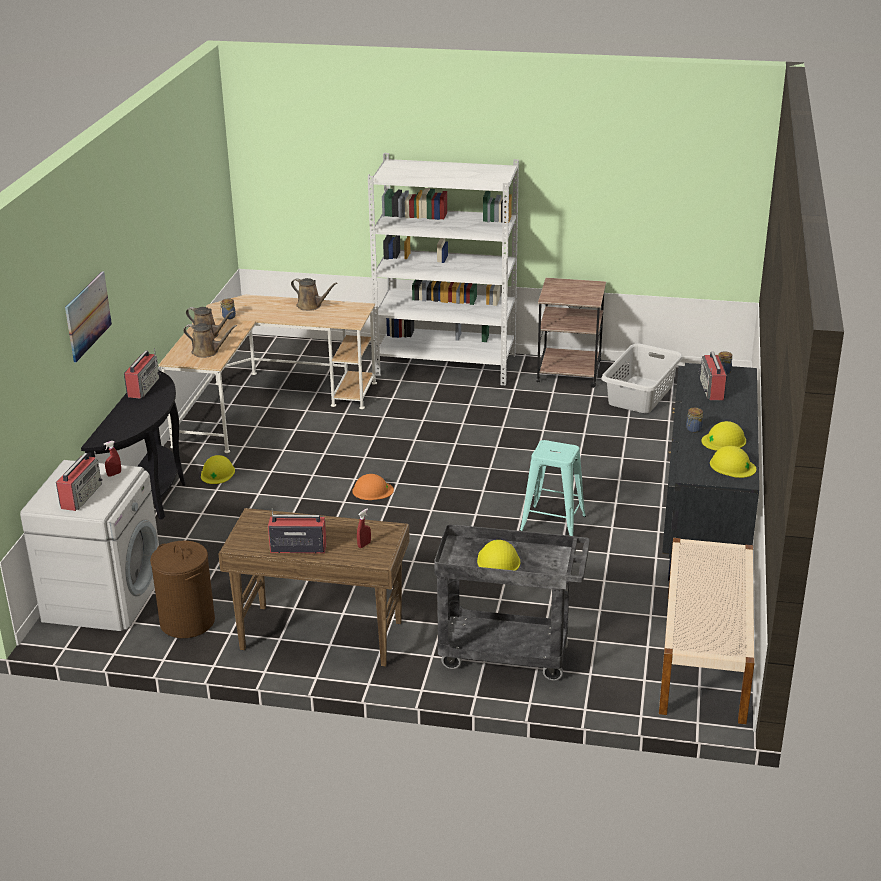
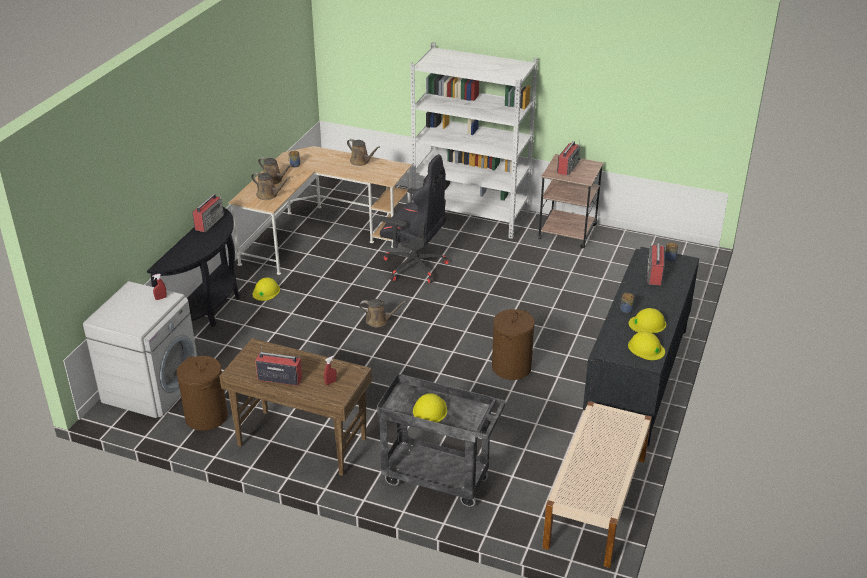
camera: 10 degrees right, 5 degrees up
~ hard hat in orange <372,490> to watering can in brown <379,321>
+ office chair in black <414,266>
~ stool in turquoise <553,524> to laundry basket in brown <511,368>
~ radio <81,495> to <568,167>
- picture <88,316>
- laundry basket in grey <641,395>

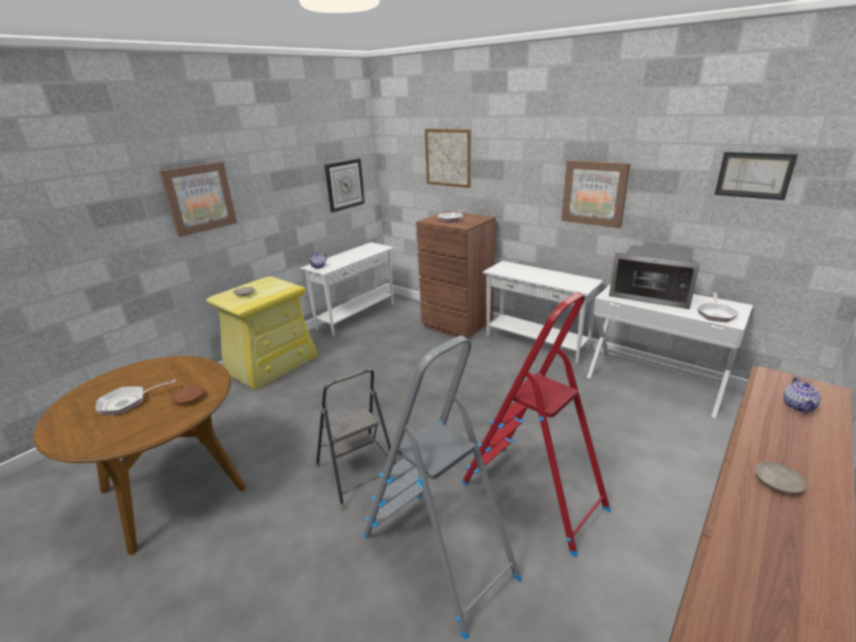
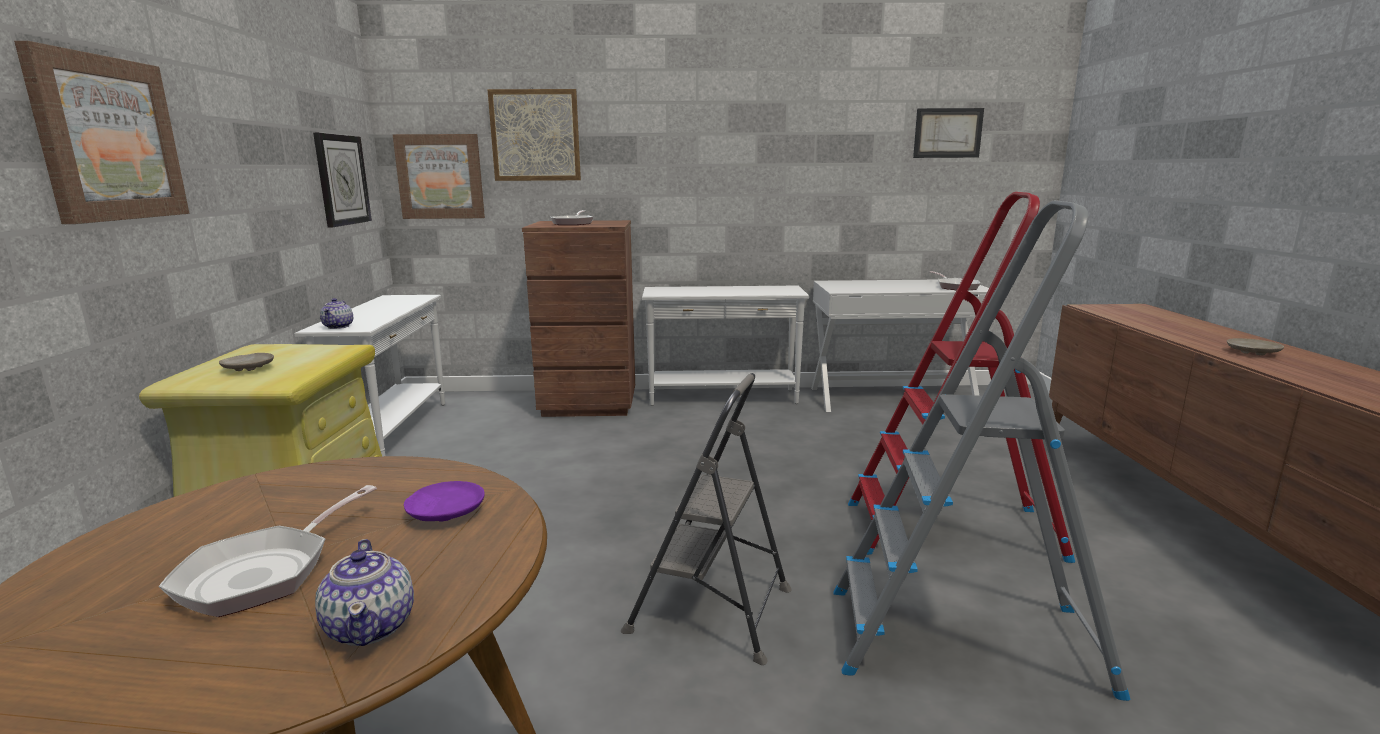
camera: 40 degrees left, 10 degrees down
~ teapot <798,406> to <371,626>
~ picture <594,193> to <440,177>
~ plate in brown <189,399> to plate in purple <446,512>
- microwave <650,295>

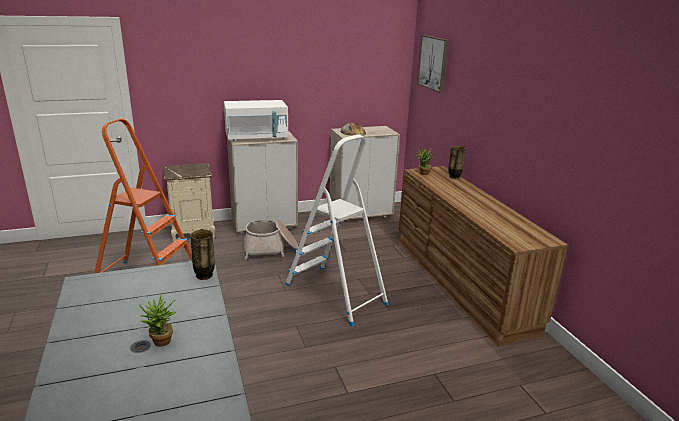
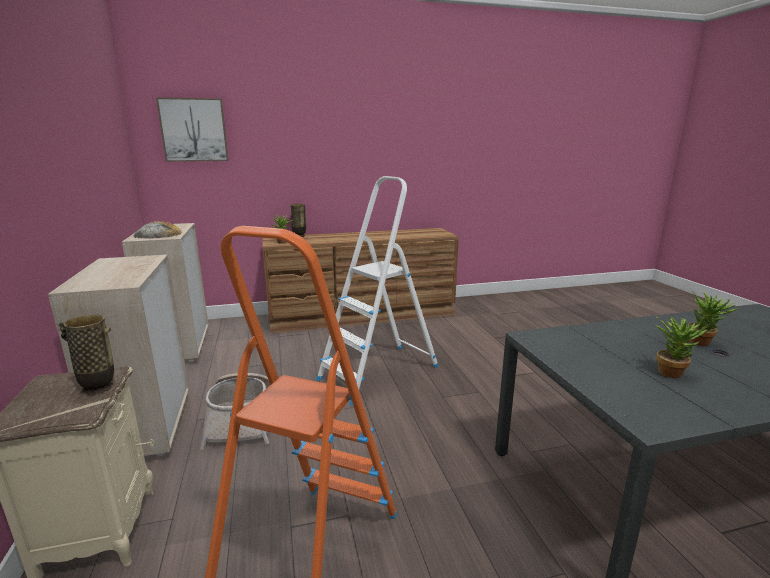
camera: 85 degrees left, 5 degrees down
~ vase <204,275> to <98,388>
+ potted plant <672,372>
- microwave in white <256,137>

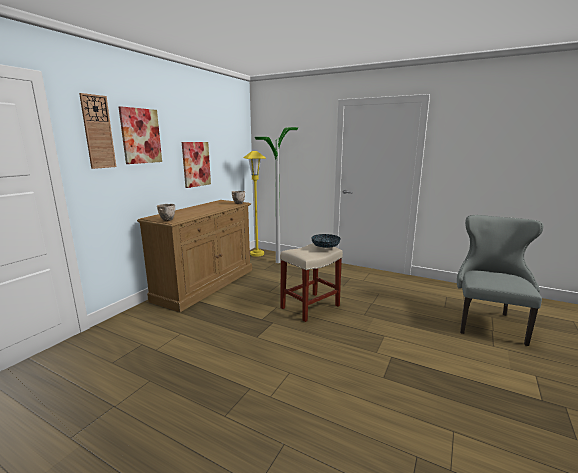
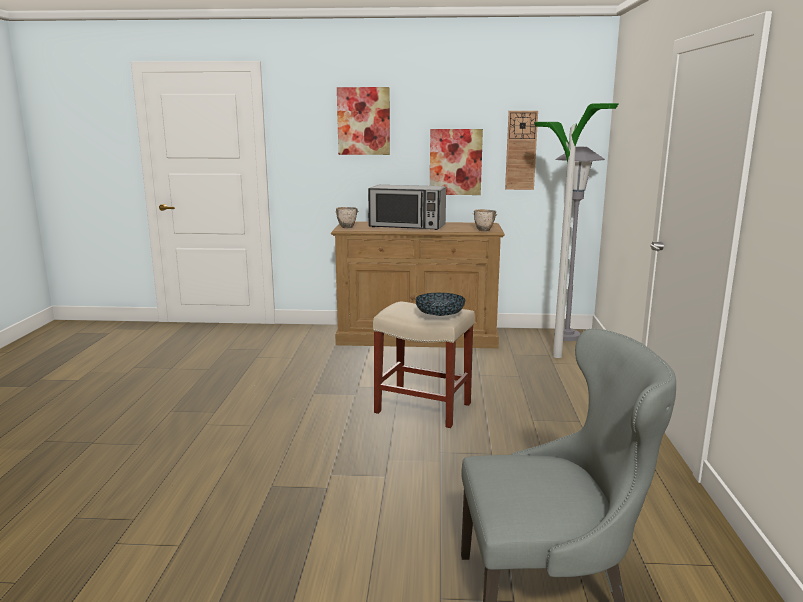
camera: 65 degrees right, 0 degrees up
+ microwave <407,226>
~ wall clock <98,132> to <521,150>
~ floor lamp in yellow <257,254> to floor lamp in grey <567,336>

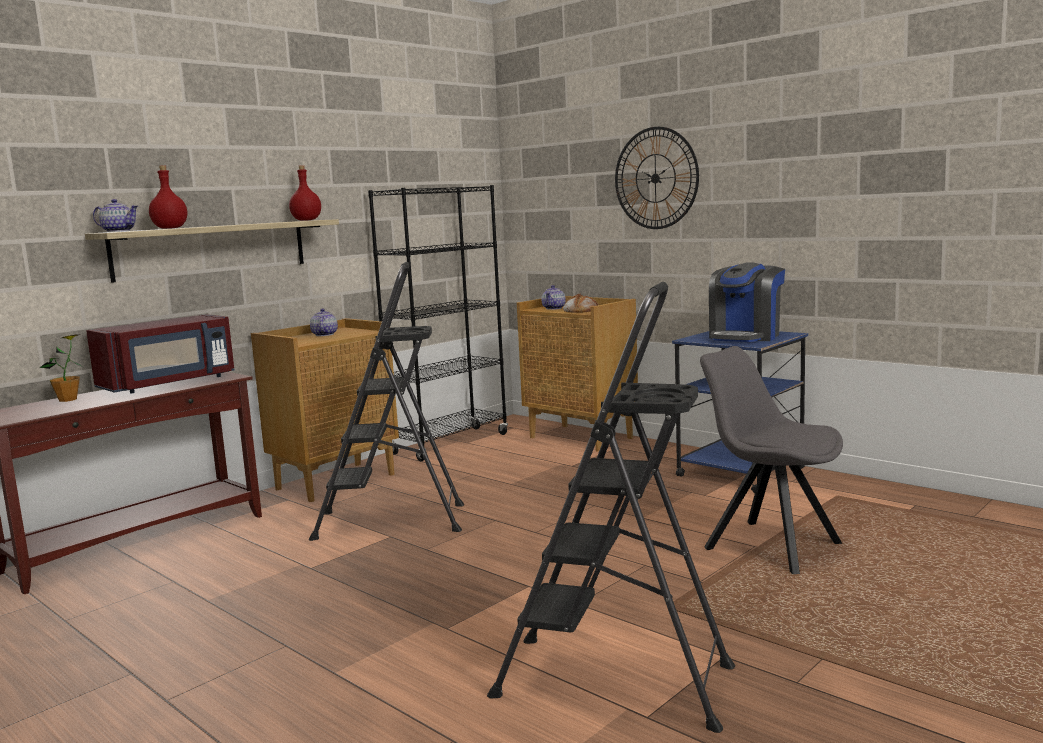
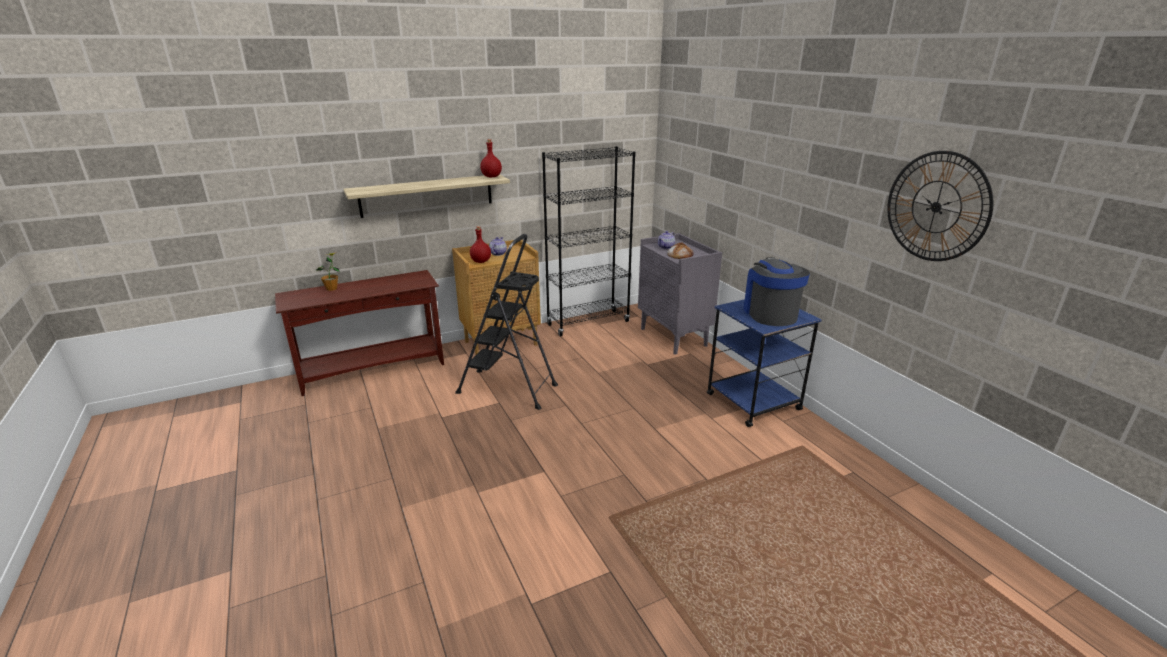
camera: 20 degrees right, 15 degrees up
~ bottle in red <170,228> to <481,261>
~ cabinet in brown <581,438> to cabinet in grey <673,337>
~ coffee machine <745,336> = <770,313> 120 degrees clockwise
~ wall clock <655,178> to <936,207>
- microwave in red <169,383>
- teapot <118,231>
- step ladder <616,681>
- chair in grey <771,546>

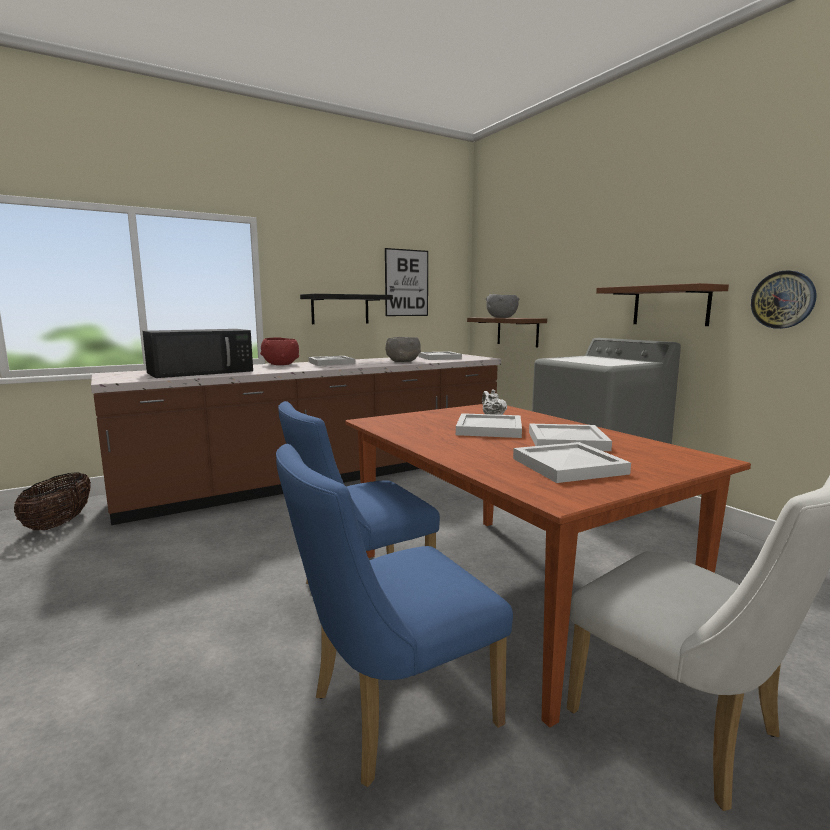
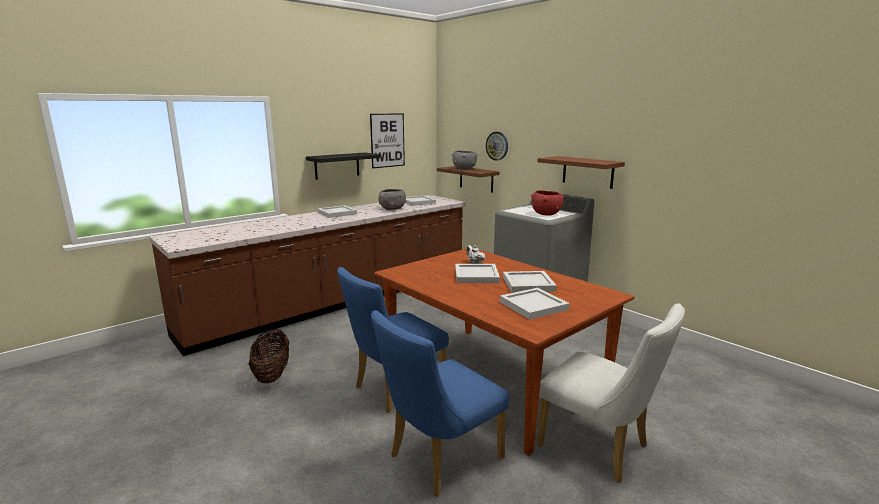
camera: 10 degrees left, 5 degrees up
~ basket <59,523> to <272,374>
~ wall clock <783,299> to <497,146>
~ bowl in red <281,364> to <546,214>
- microwave in black <202,372>

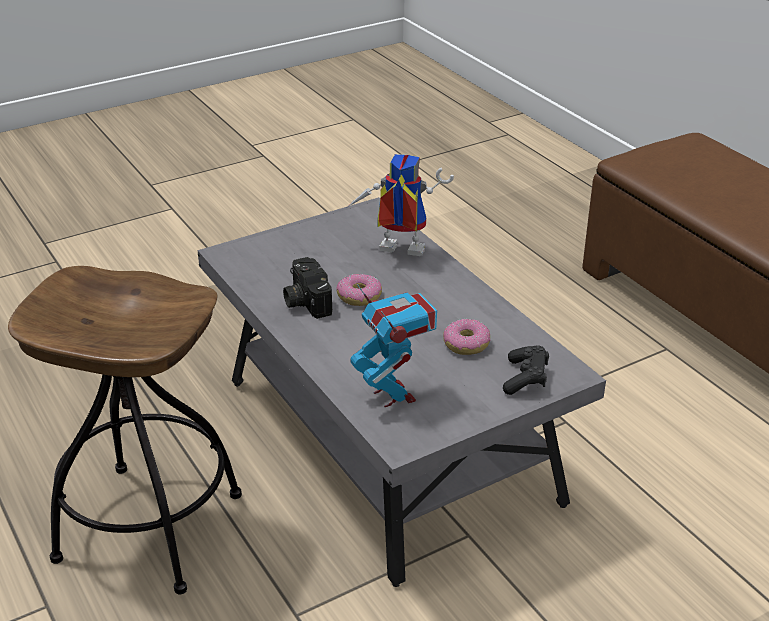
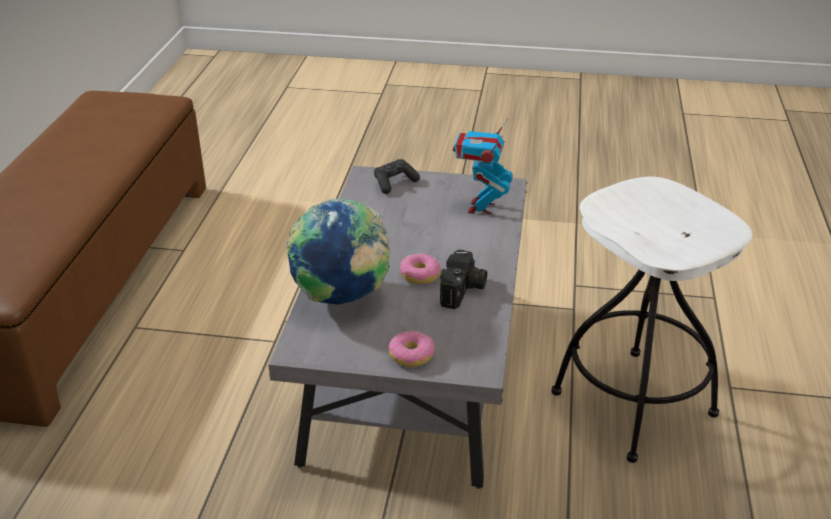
camera: 140 degrees left, 0 degrees up
~ toy robot <396,252> to globe <341,297>
~ donut <466,344> to <411,355>
~ stool in brown <148,525> to stool in white <634,403>

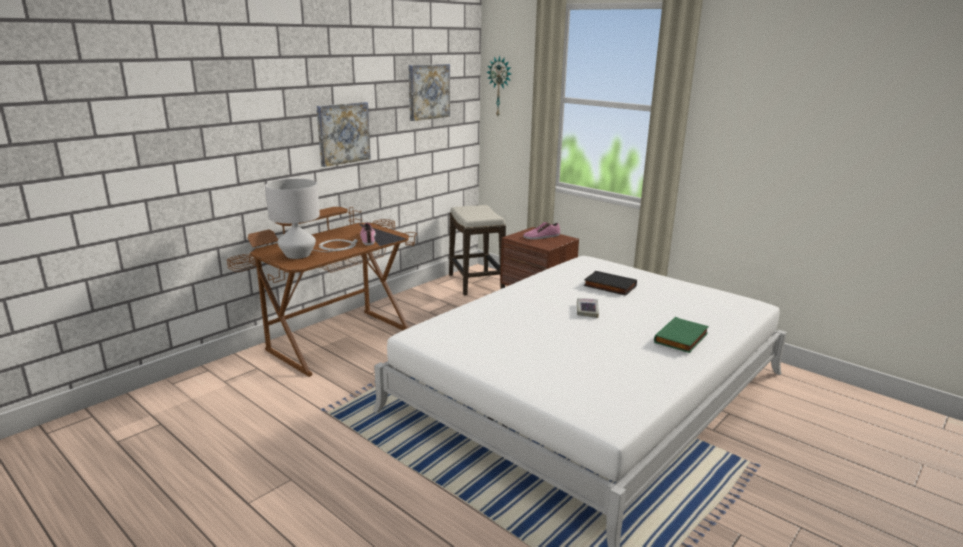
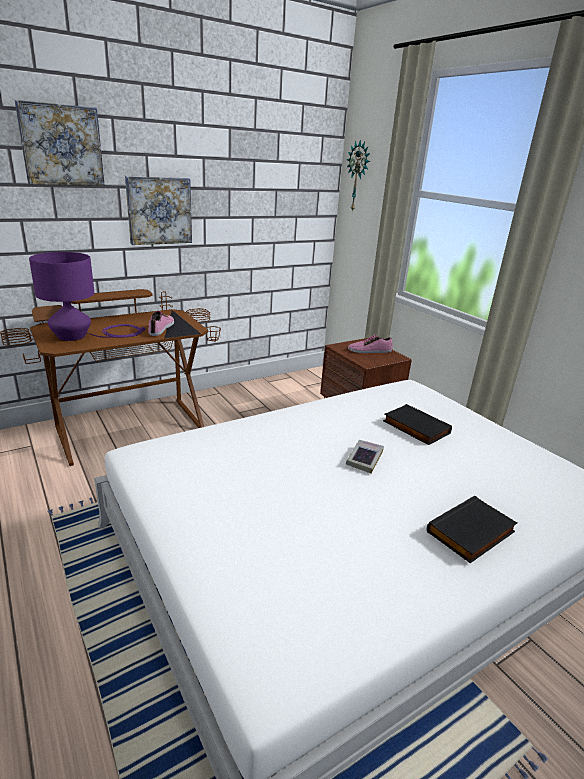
camera: 15 degrees right, 5 degrees up
~ picture <428,91> to <61,145>
~ table lamp in grey <313,251> to table lamp in purple <92,334>
~ book in green <682,338> to book in black <472,533>
- stool <475,283>

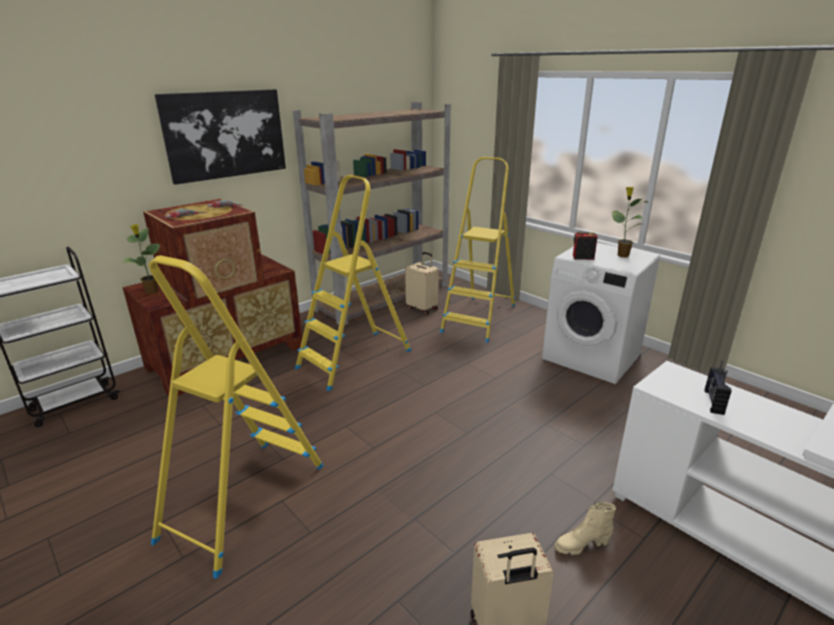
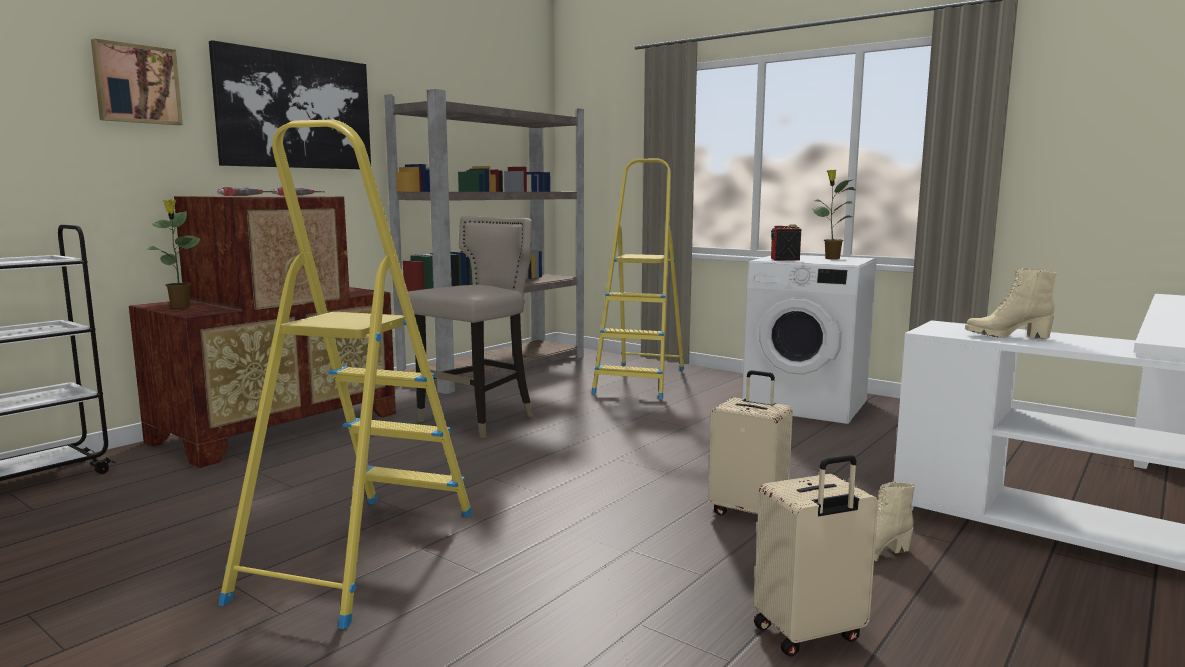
camera: 10 degrees left, 15 degrees down
+ picture <136,84>
~ step ladder in yellow <354,359> to stool in beige <477,420>
~ suitcase in beige <422,308> to <749,512>
~ radio <713,402> to boot in beige <1006,336>

